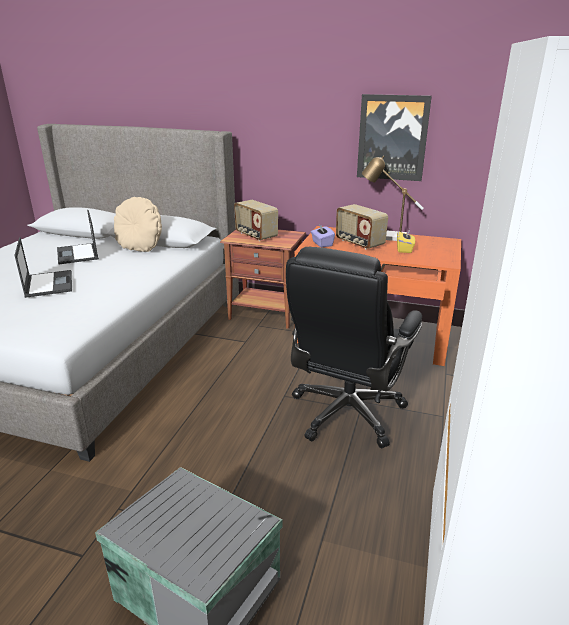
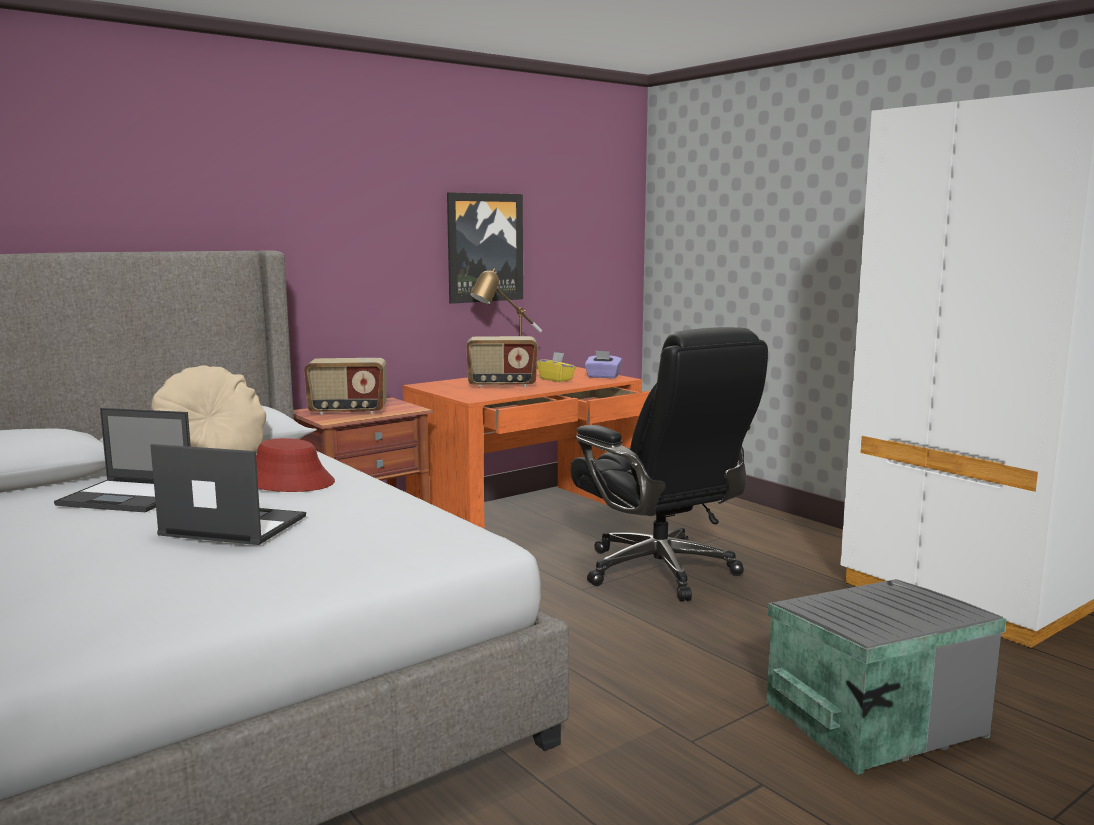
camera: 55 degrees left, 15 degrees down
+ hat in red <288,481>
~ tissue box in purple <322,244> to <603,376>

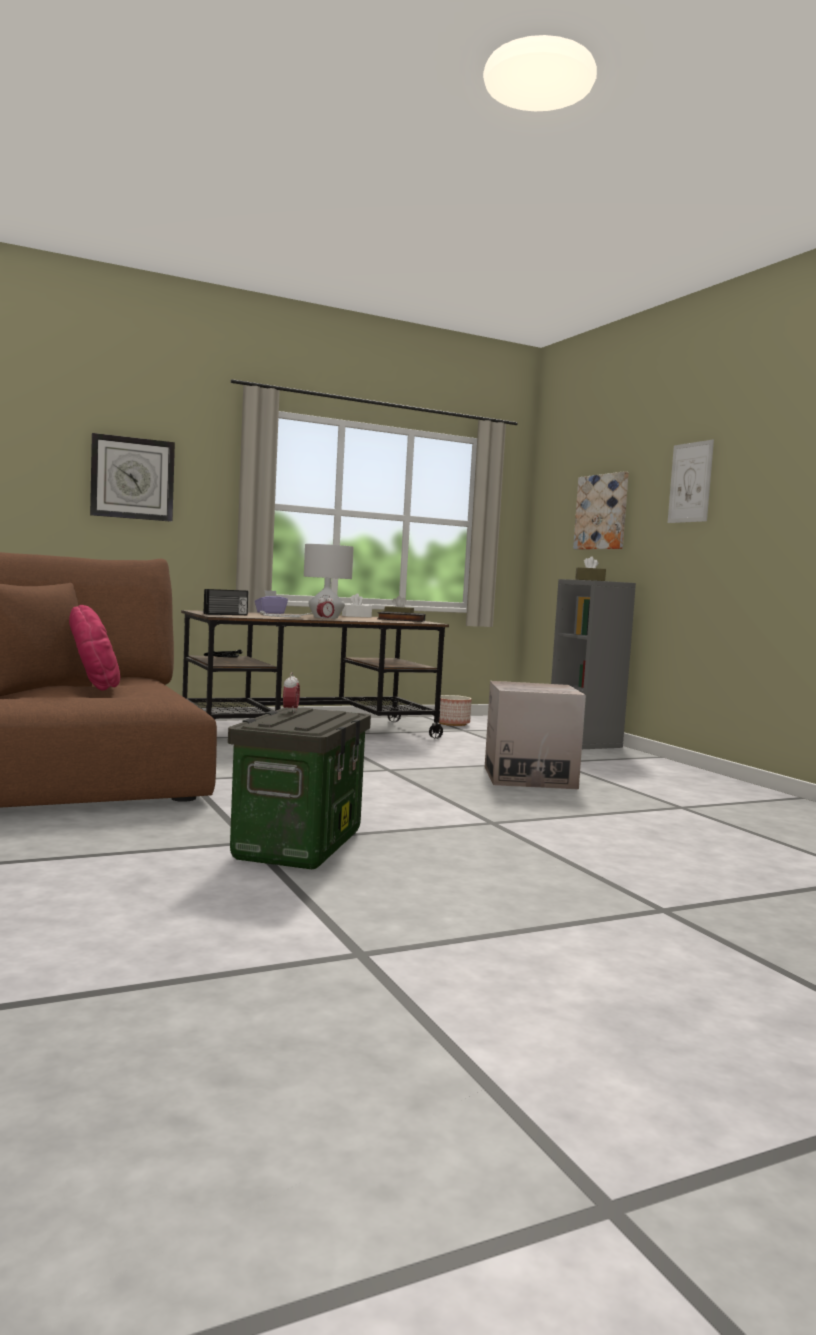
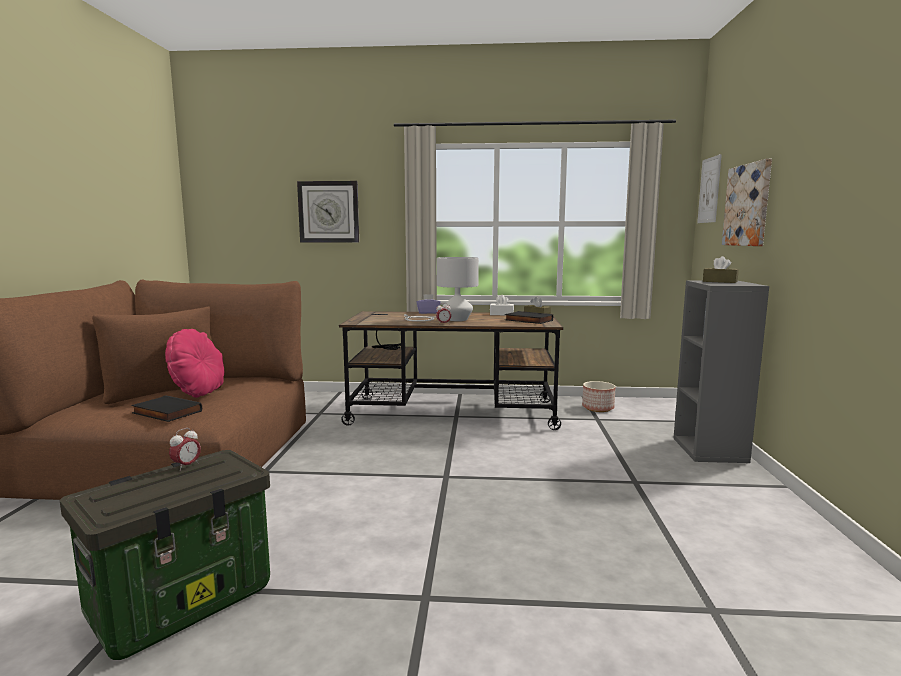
camera: 30 degrees right, 5 degrees up
+ book in black <165,412>
~ picture <690,482> to <709,190>
- radio <226,614>
- cardboard box <529,777>

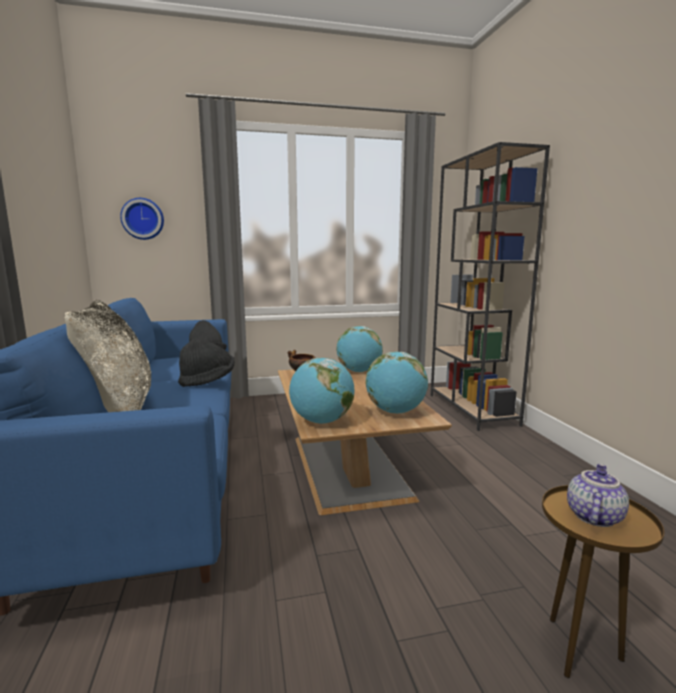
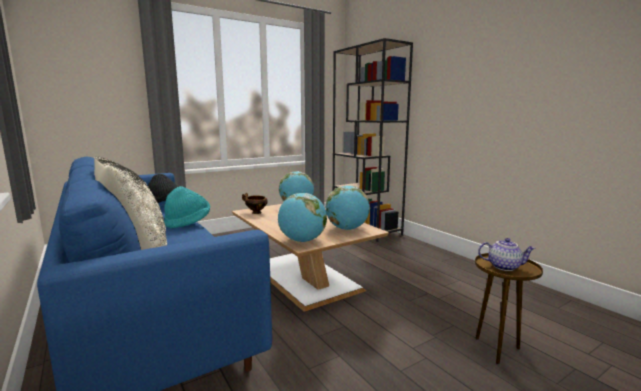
camera: 20 degrees left, 0 degrees up
~ hat in black <207,380> to hat in turquoise <188,222>
~ teapot <592,516> = <504,266> 90 degrees clockwise
- wall clock <143,219>

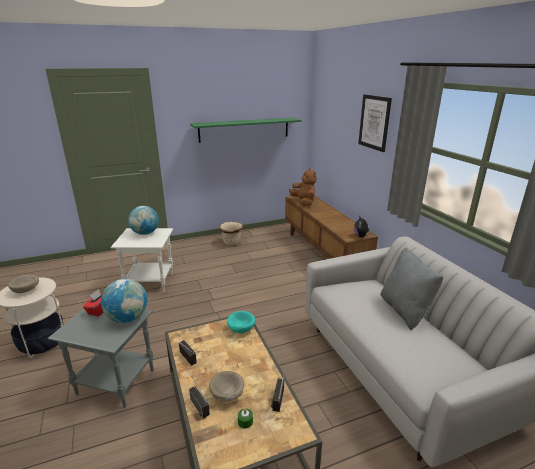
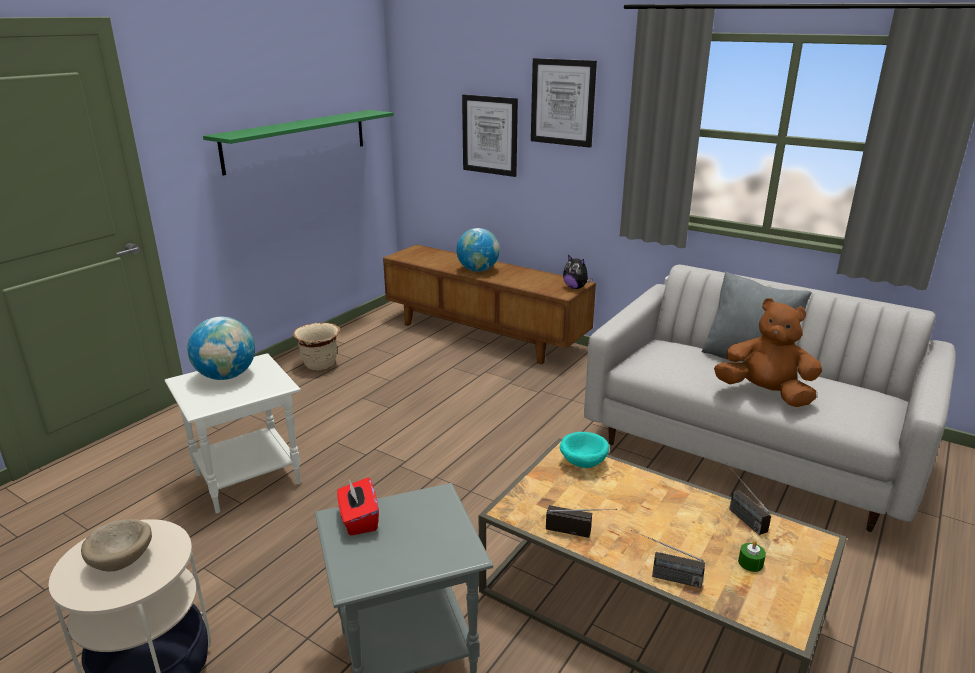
camera: 35 degrees left, 0 degrees up
~ globe <128,318> to <478,270>
+ picture <490,135>
~ plush toy in brown <303,202> to <765,393>
- bowl in beige <227,395>

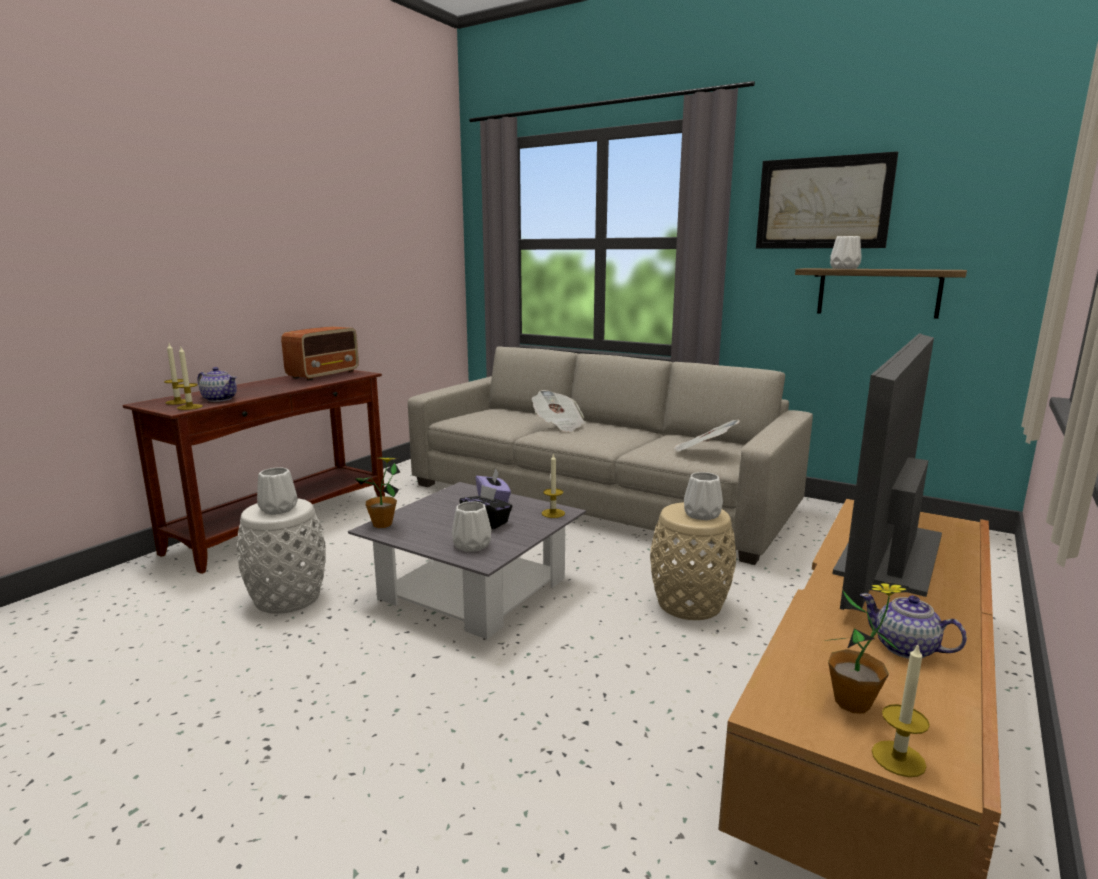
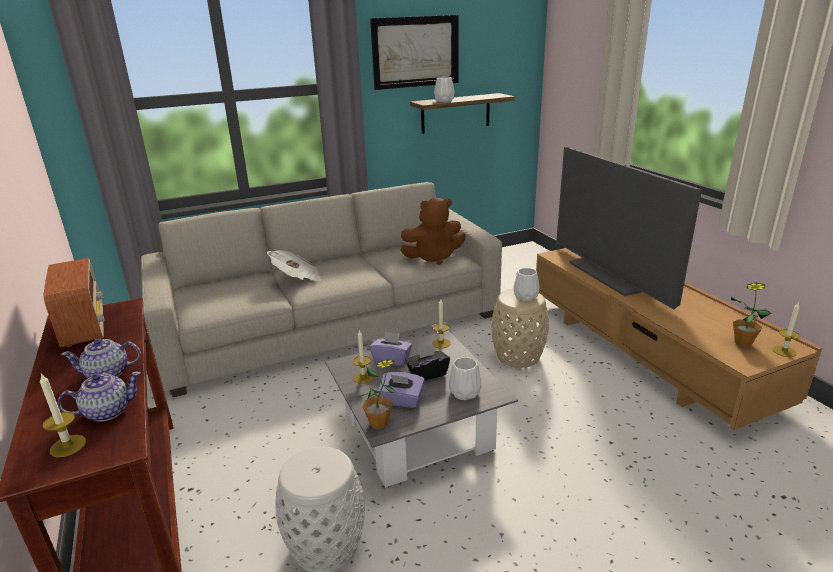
camera: 55 degrees left, 10 degrees up
~ teapot <906,648> to <108,374>
~ candle <190,407> to <363,377>
+ tissue box in purple <401,400>
~ newspaper <702,453> to plush toy in brown <433,257>
- vase in white <278,509>

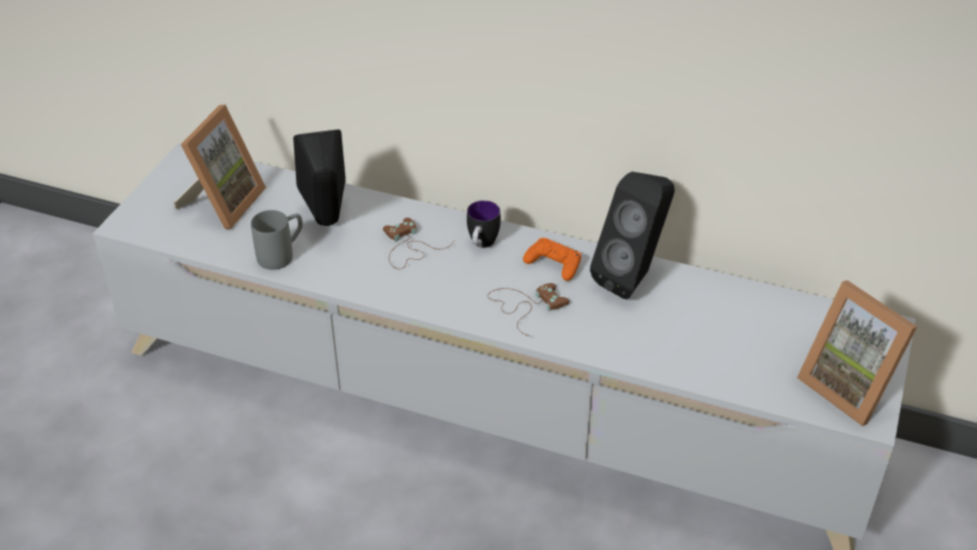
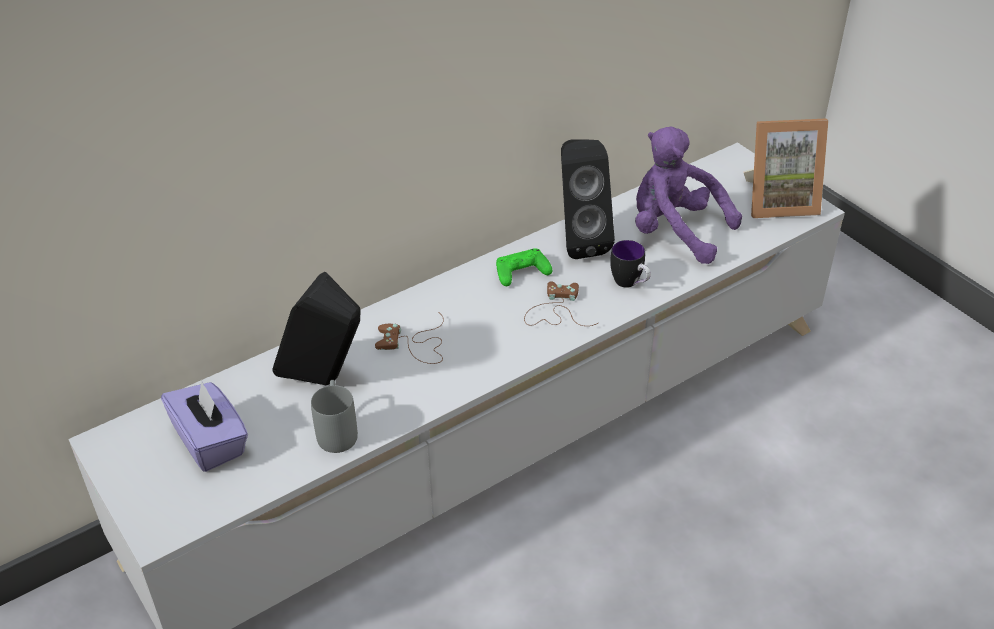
camera: 55 degrees left, 0 degrees up
~ picture frame <223,203> to tissue box in purple <211,442>
~ game controller in orange <554,264> to game controller in green <521,272>
~ mug <481,245> to <630,284>
+ plush toy in purple <675,232>

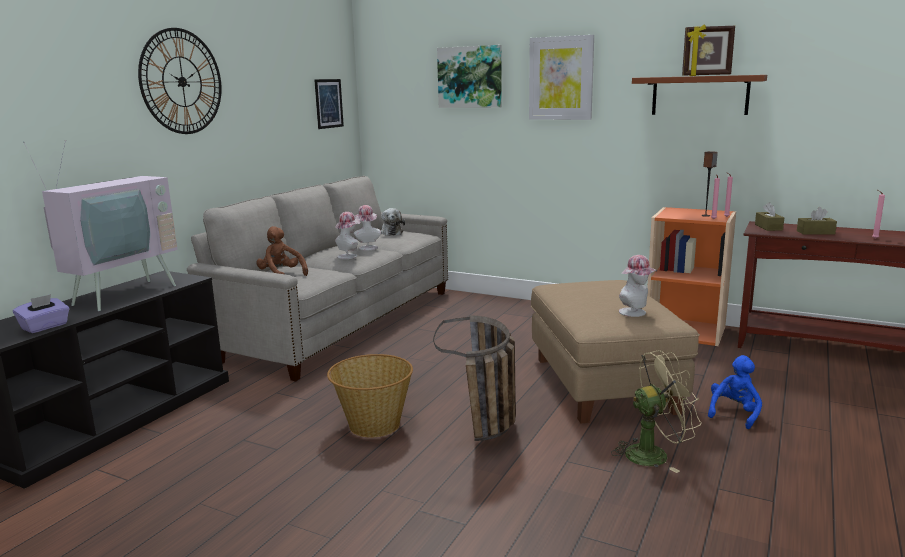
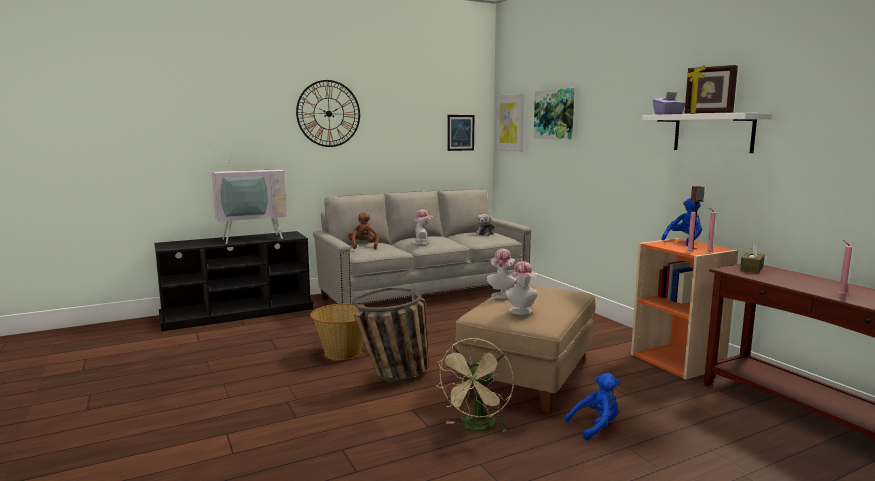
camera: 35 degrees right, 5 degrees down
~ fan in beige <654,454> = <477,427> 90 degrees clockwise
~ hat <367,247> to <501,294>
~ picture <561,78> to <510,123>
~ shelf in brown <700,95> to shelf in white <713,133>
~ tissue box in purple <45,327> to <668,114>
+ plush toy in blue <684,241>
- tissue box in brown <815,232>

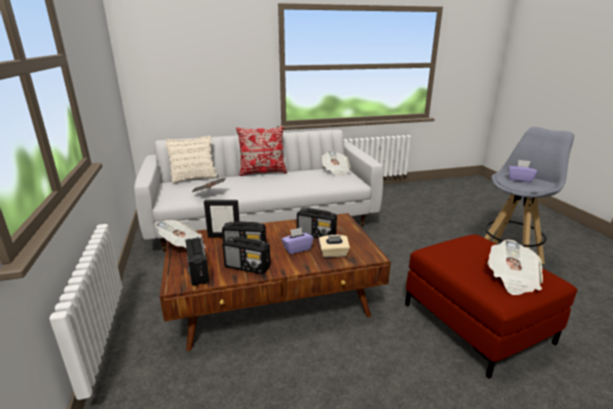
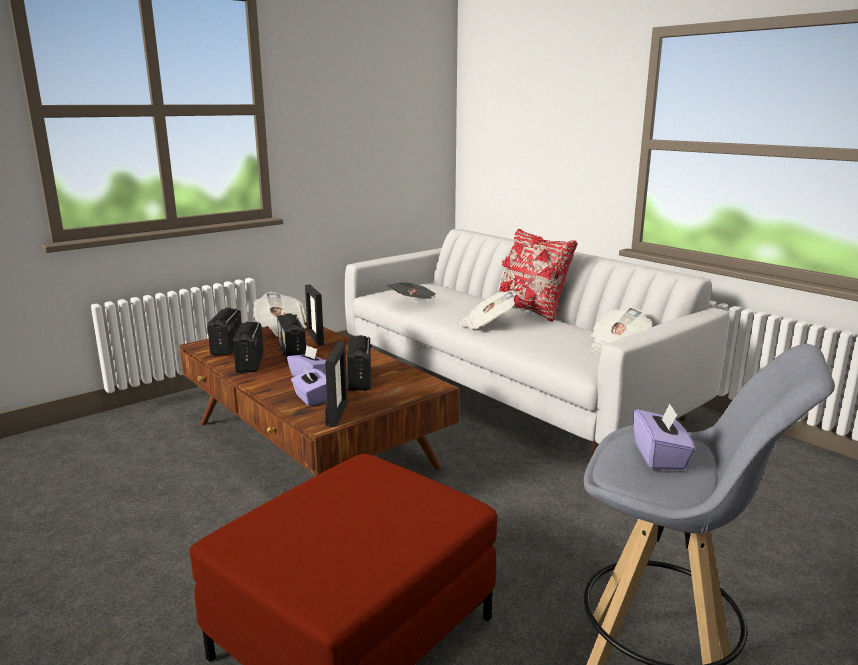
camera: 65 degrees right, 5 degrees down
~ radio <198,273> = <227,347> 45 degrees counterclockwise
~ tissue box in beige <333,254> to tissue box in purple <311,398>
+ picture frame <337,414>
~ newspaper <512,279> to <486,324>
- pillow in beige <194,178>

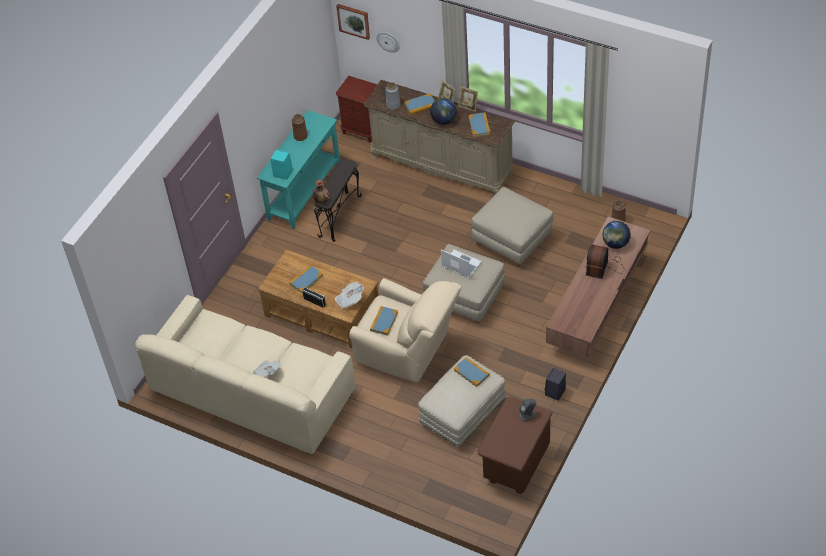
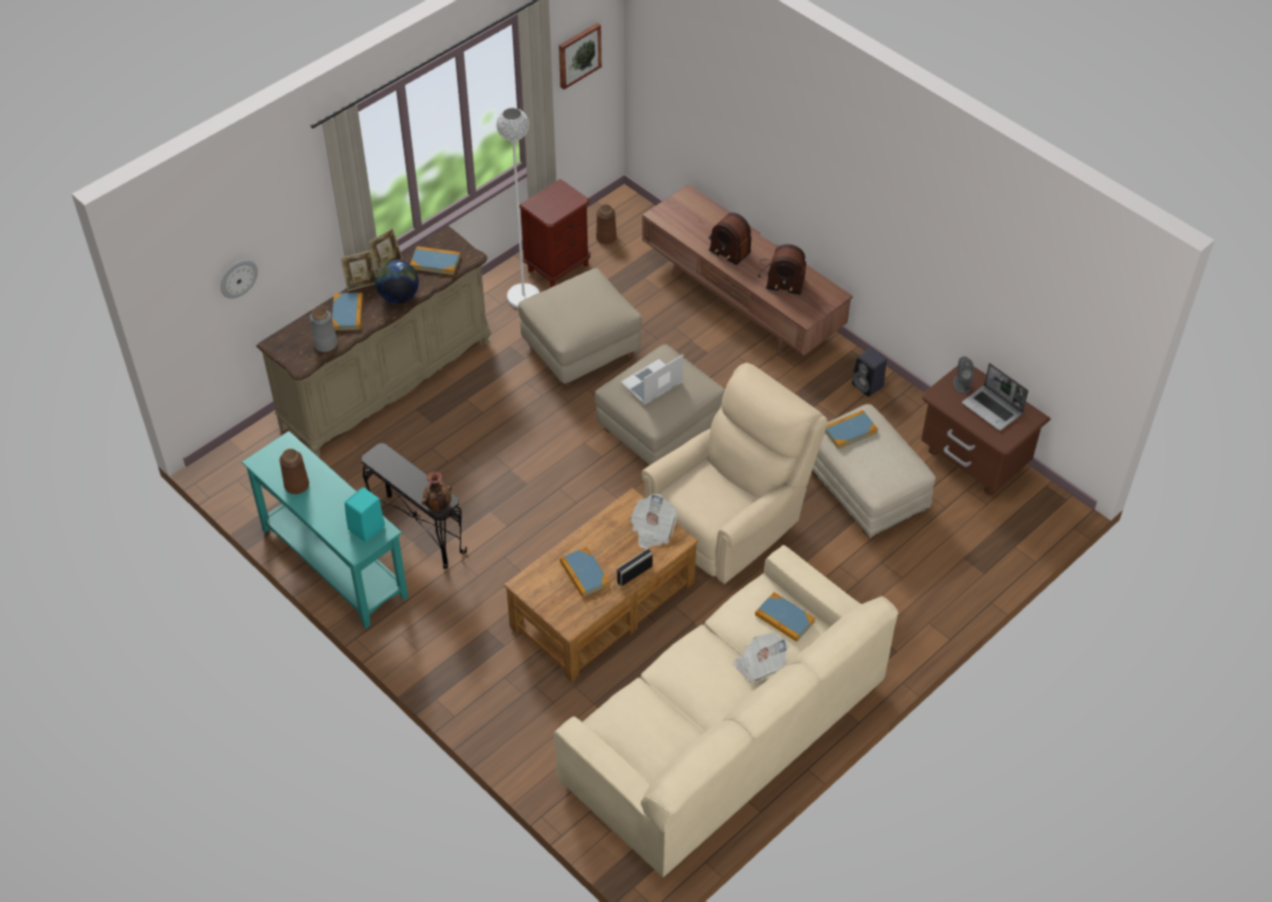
camera: 75 degrees left, 0 degrees up
+ floor lamp in white <523,297>
~ nightstand in brown <362,130> to <558,267>
~ picture <354,20> to <578,55>
~ book <384,321> to <784,618>
+ radio <780,276>
+ laptop <993,409>
- globe <615,244>

